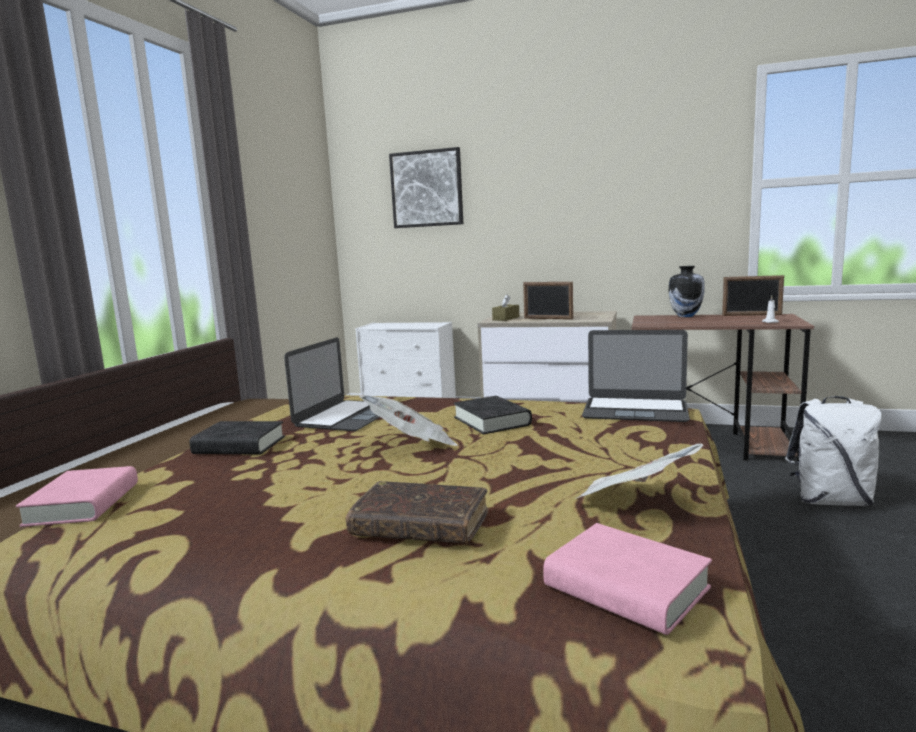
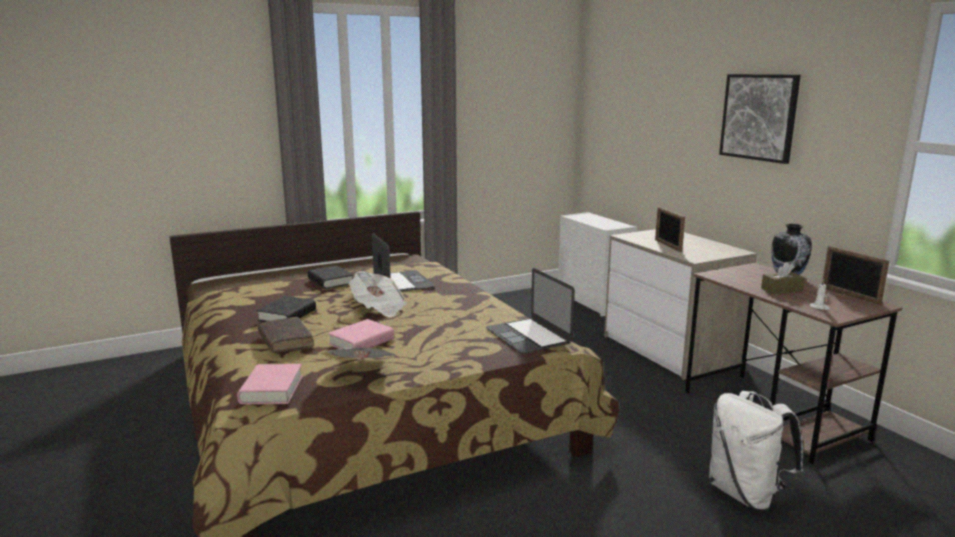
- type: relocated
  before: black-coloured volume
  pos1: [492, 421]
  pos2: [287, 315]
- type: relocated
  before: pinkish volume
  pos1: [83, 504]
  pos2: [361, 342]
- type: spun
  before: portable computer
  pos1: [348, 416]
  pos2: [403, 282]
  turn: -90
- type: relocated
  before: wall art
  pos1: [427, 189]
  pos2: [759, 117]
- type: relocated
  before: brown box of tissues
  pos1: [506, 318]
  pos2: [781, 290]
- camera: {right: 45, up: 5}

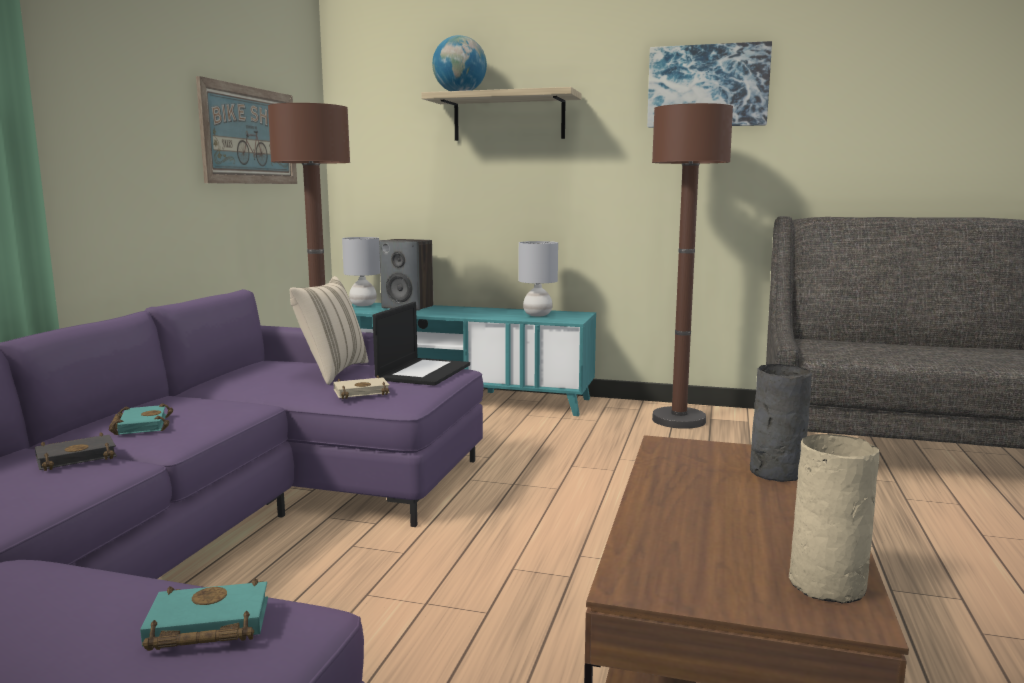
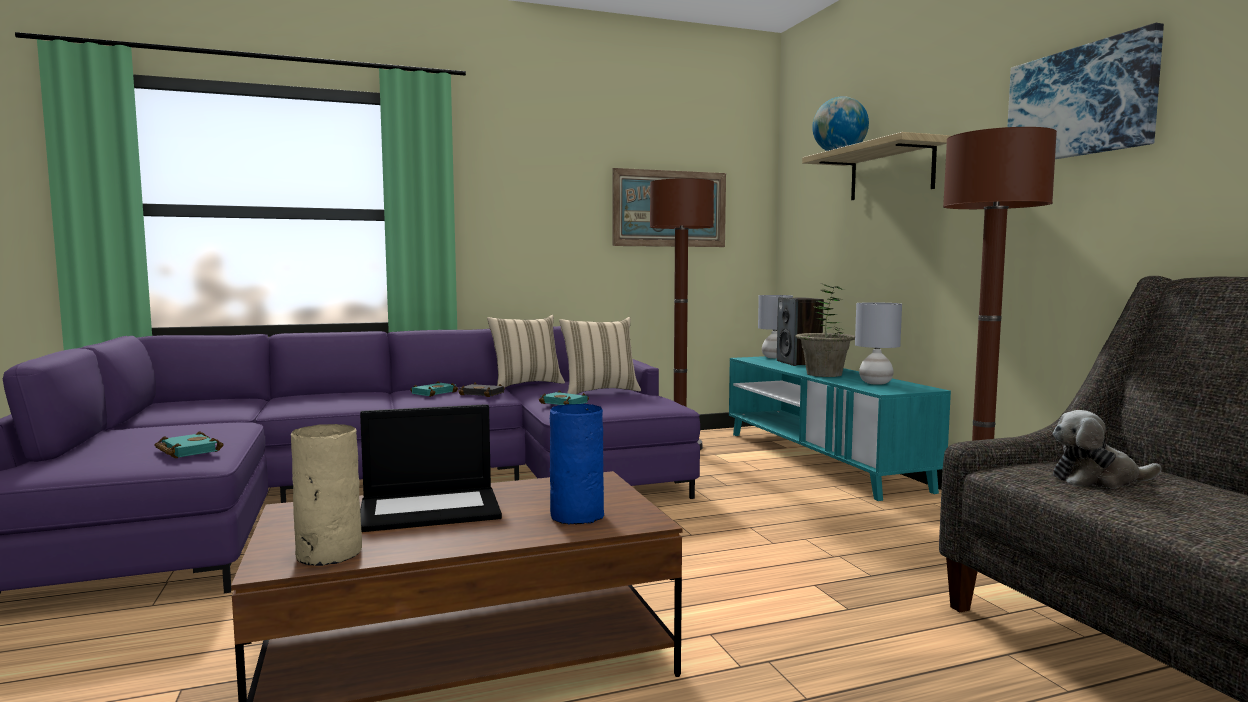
- type: relocated
  before: portable computer
  pos1: [423, 372]
  pos2: [431, 509]
- type: relocated
  before: black-coloured volume
  pos1: [78, 457]
  pos2: [483, 394]
- type: appeared
  after: beige cushion
  pos2: [526, 384]
- type: colour
  before: beige volume
  after: turquoise-coloured volume
  pos1: [362, 392]
  pos2: [566, 403]
- type: colour
  before: grey flower vase
  after: bluish flower vase
  pos1: [774, 472]
  pos2: [576, 515]
- type: appeared
  after: houseplant
  pos2: [824, 374]
- type: appeared
  after: cuddly toy
  pos2: [1098, 480]
- camera: {right: 55, up: -5}

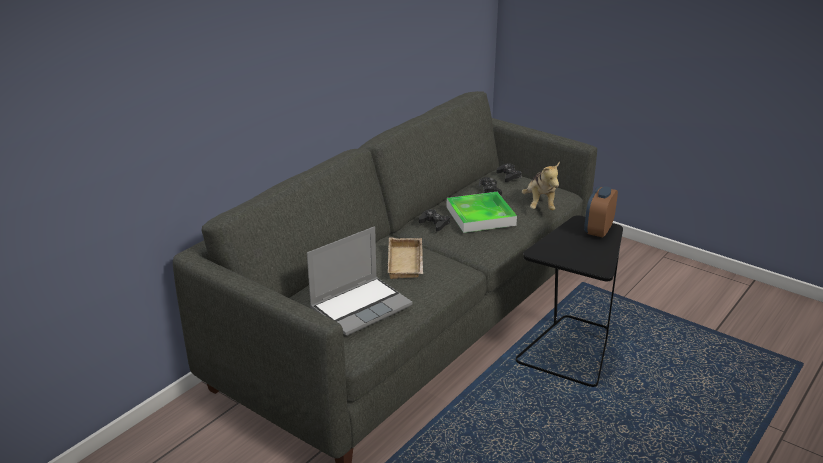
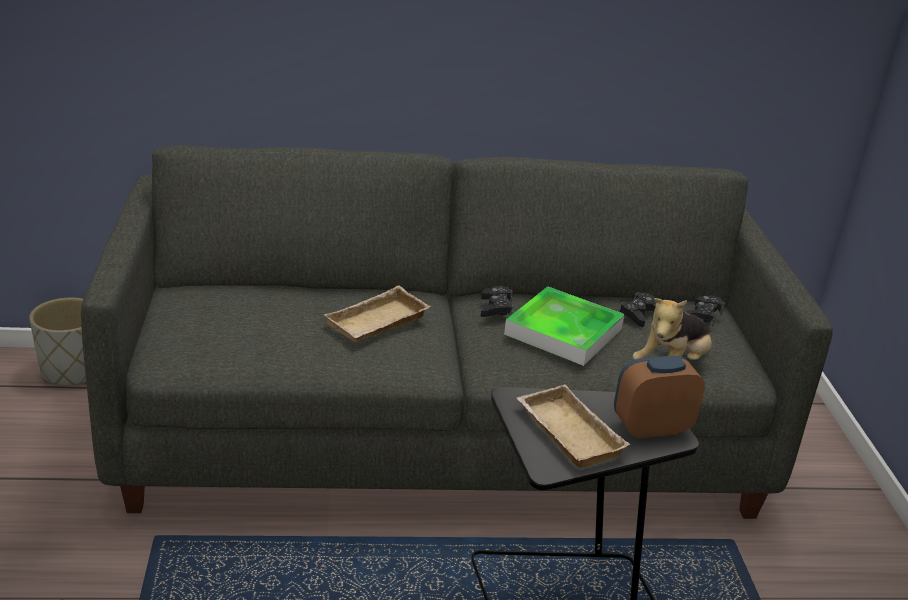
- type: appeared
  after: grey flower pot
  pos2: [72, 371]
- type: appeared
  after: beige tray
  pos2: [565, 433]
- type: missing
  before: portable computer
  pos1: [361, 306]
- camera: {right: 45, up: 0}

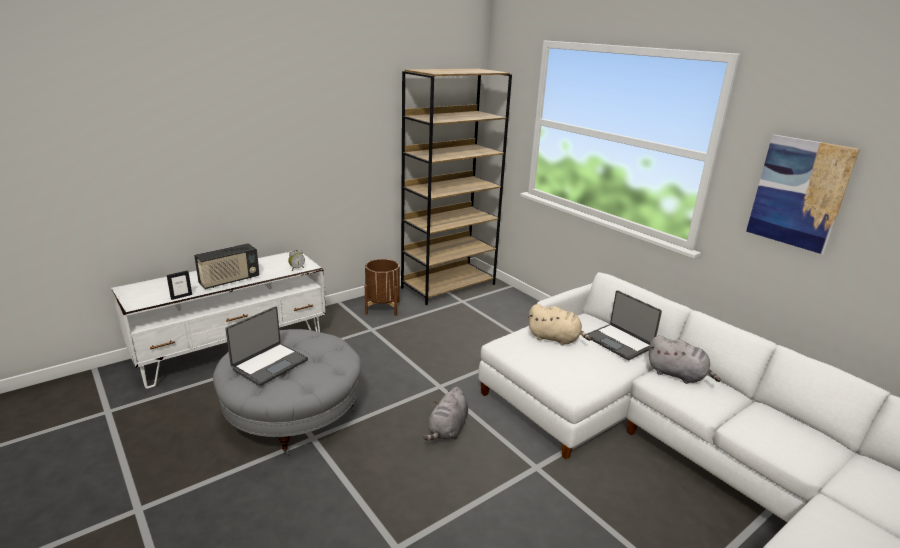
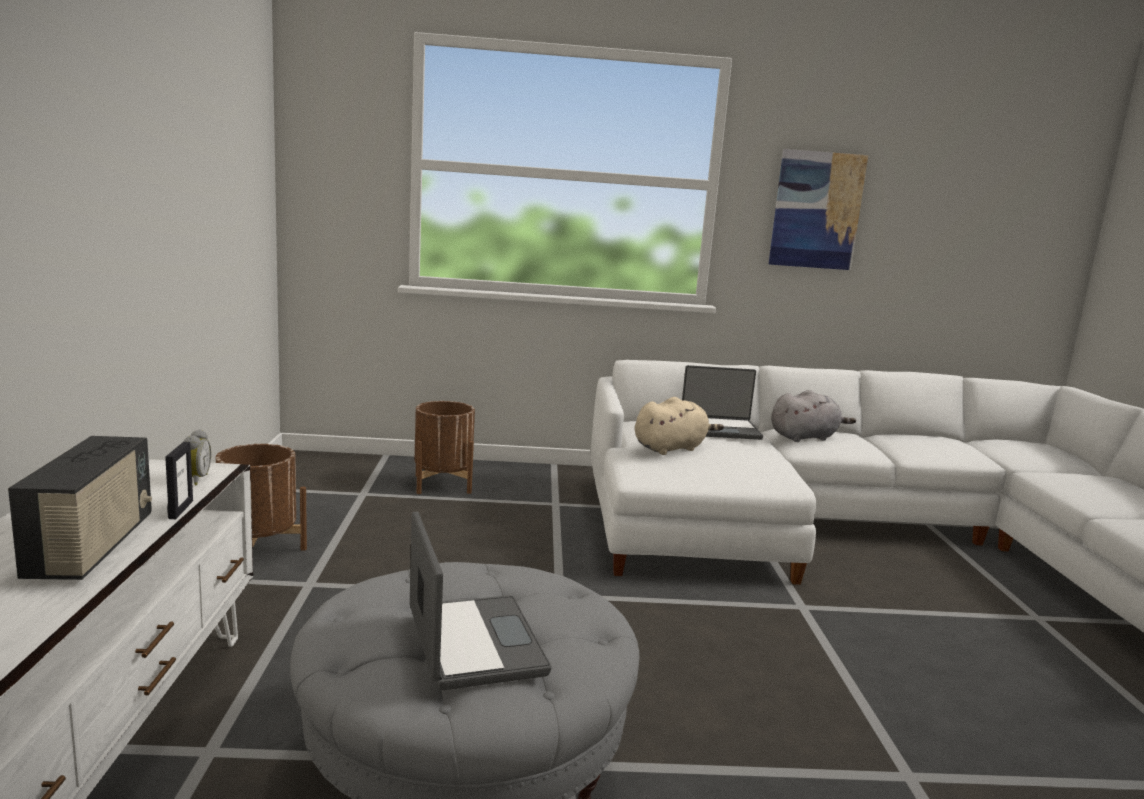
- type: relocated
  before: picture frame
  pos1: [181, 296]
  pos2: [180, 509]
- type: appeared
  after: brown flower pot
  pos2: [443, 484]
- type: missing
  before: brown bookcase
  pos1: [448, 286]
- type: missing
  before: grey cuddly toy
  pos1: [447, 430]
- camera: {right: -55, up: -10}

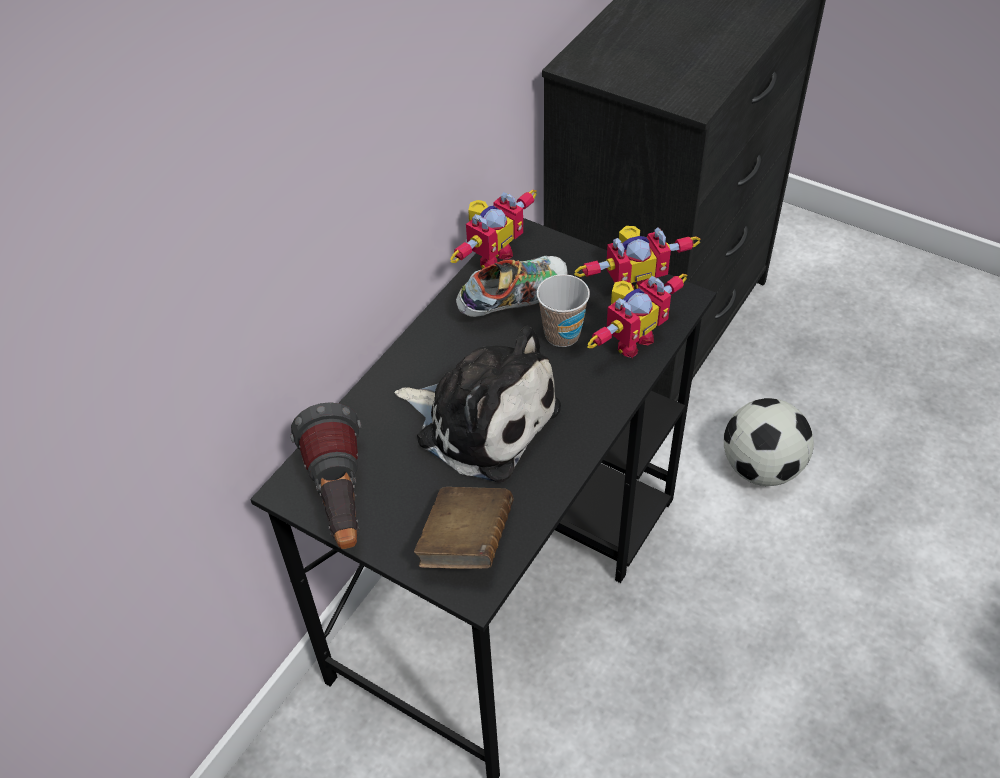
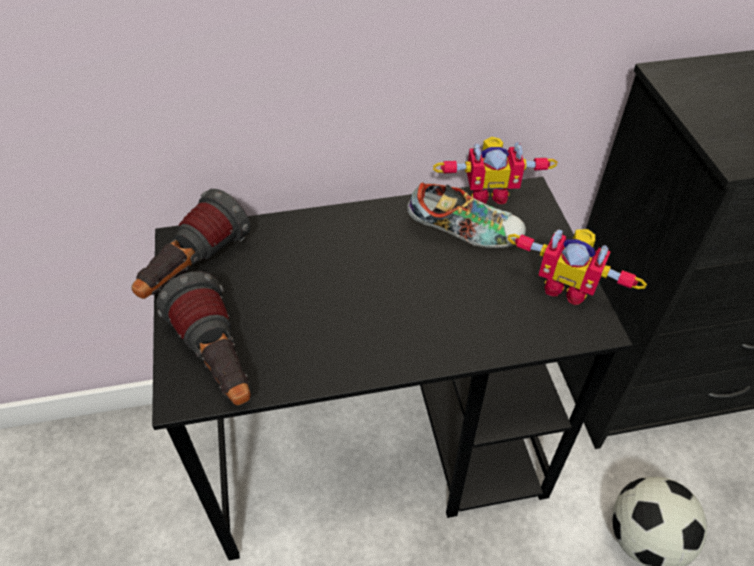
- type: exchanged
  before: brown volume
  after: hand torch
  pos1: [466, 543]
  pos2: [218, 362]
- type: missing
  before: cuddly toy
  pos1: [481, 420]
- type: missing
  before: small cup
  pos1: [562, 335]
- type: missing
  before: robot figure
  pos1: [629, 339]
- camera: {right: 45, up: 0}

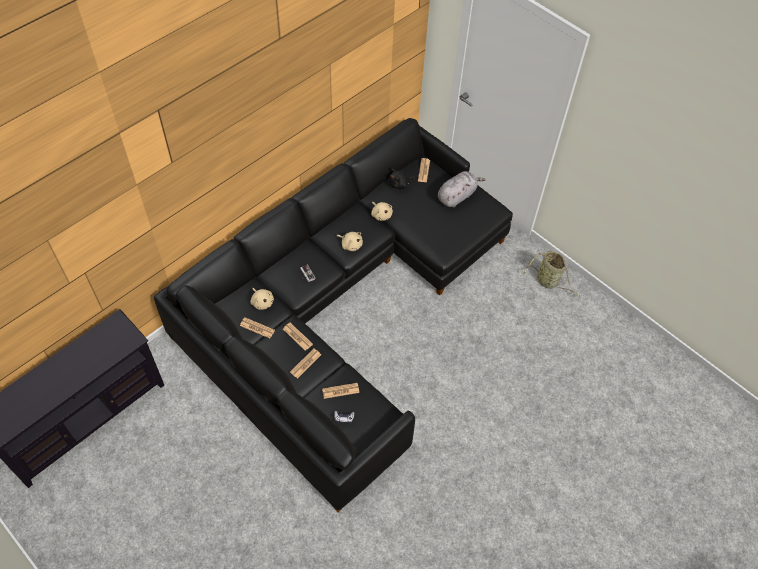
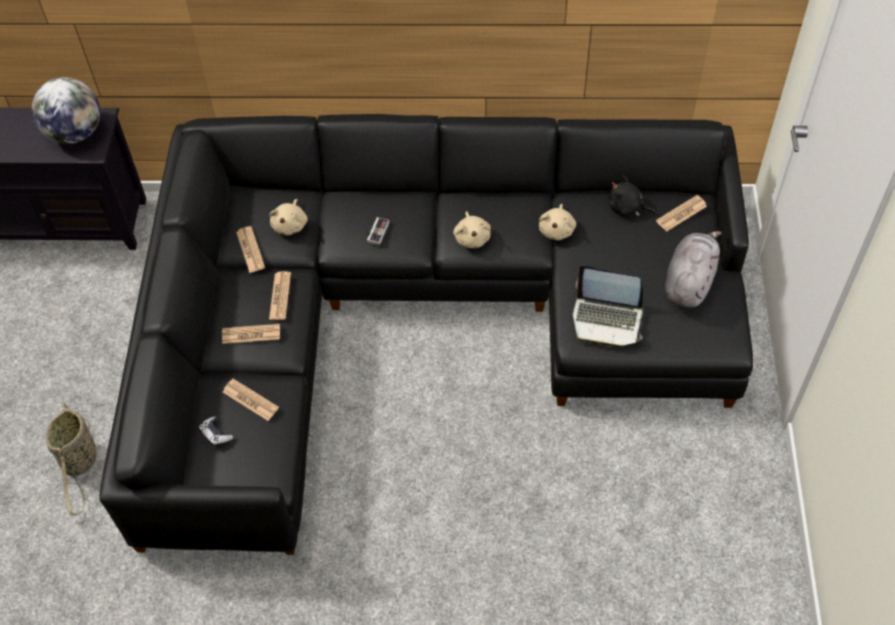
- type: appeared
  after: desk globe
  pos2: [75, 132]
- type: relocated
  before: household basket
  pos1: [548, 282]
  pos2: [80, 463]
- type: appeared
  after: portable computer
  pos2: [607, 320]
- type: spun
  before: grey cuddly toy
  pos1: [457, 196]
  pos2: [689, 281]
  turn: -75
- camera: {right: 50, up: 0}

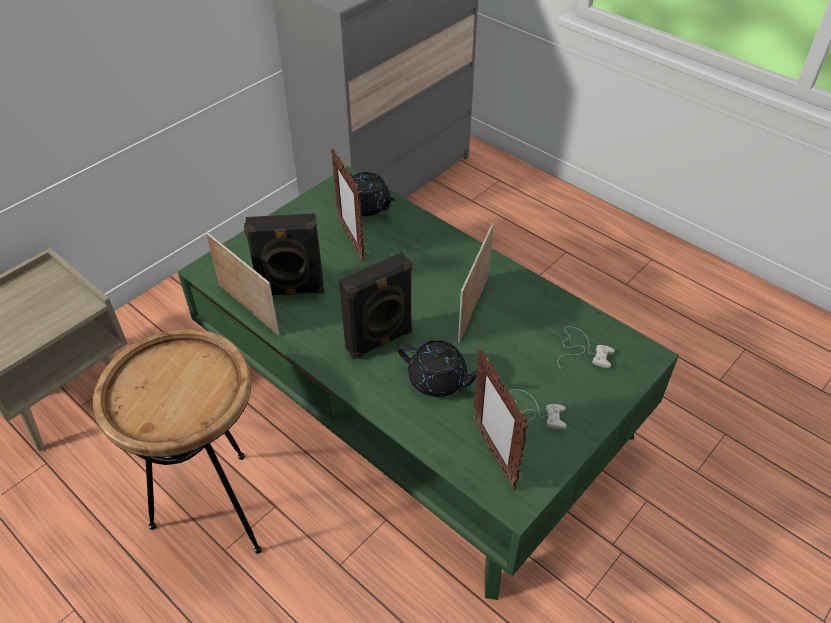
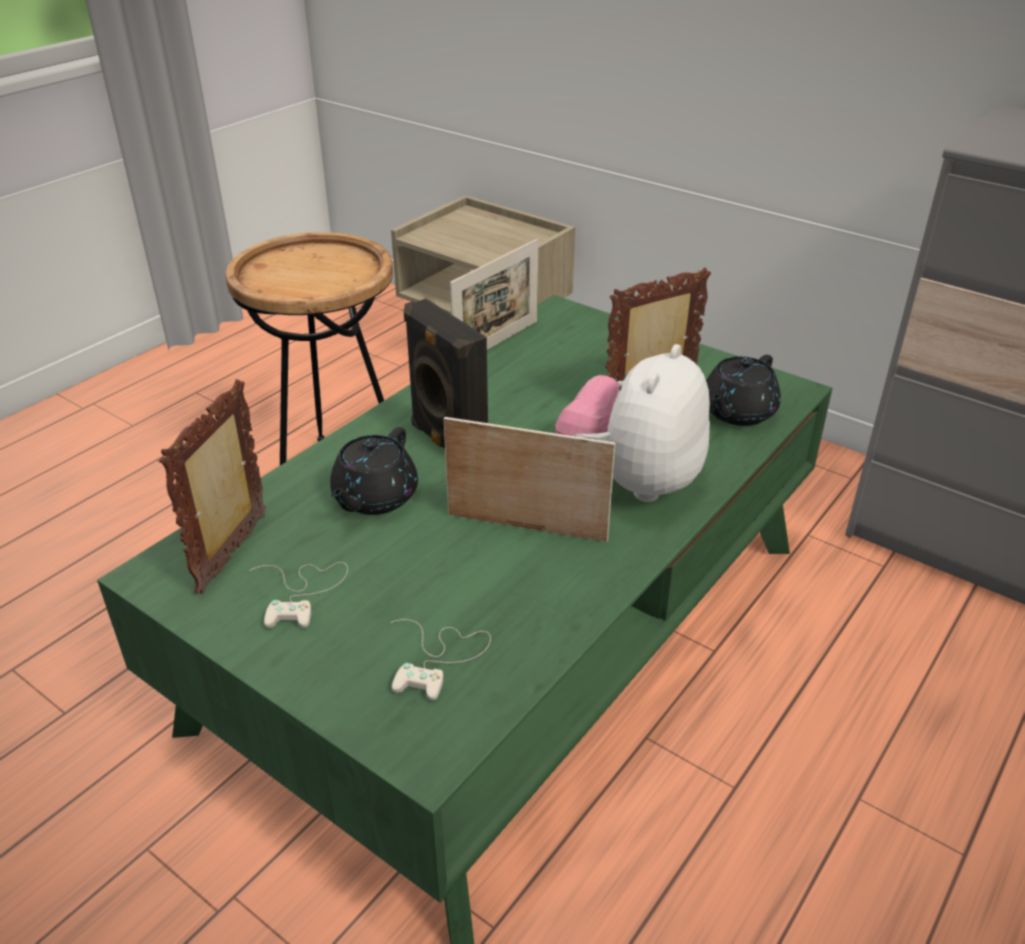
- type: spun
  before: picture frame
  pos1: [493, 454]
  pos2: [235, 553]
  turn: -45
- type: appeared
  after: cuddly toy
  pos2: [632, 480]
- type: missing
  before: black-coloured speaker
  pos1: [291, 291]
- camera: {right: 85, up: -10}

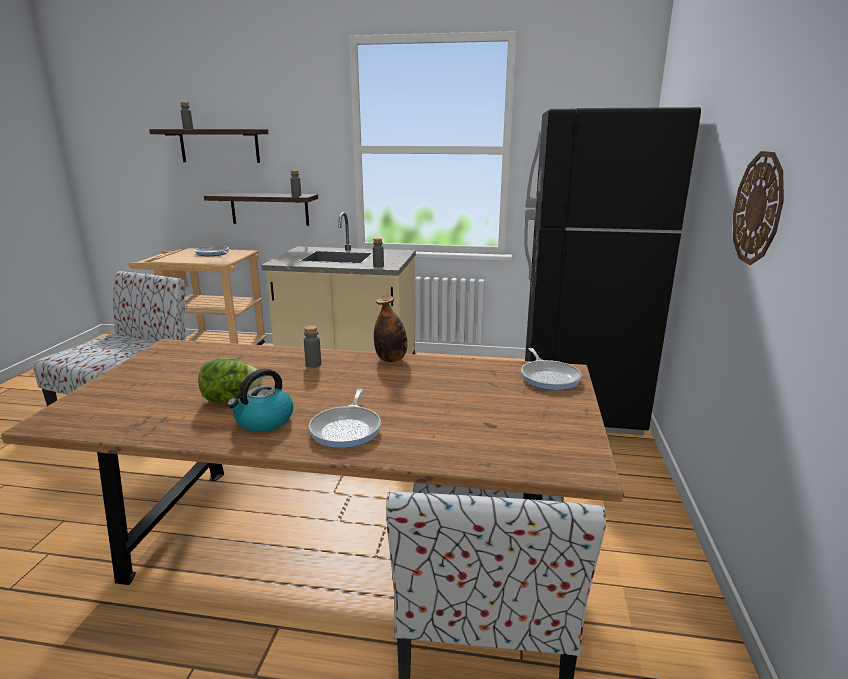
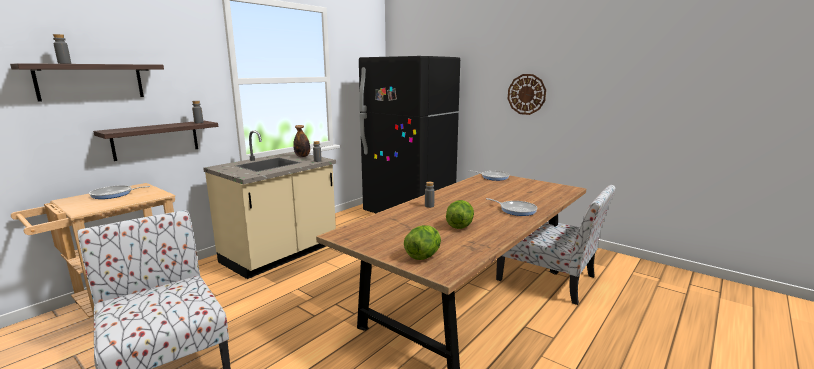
- type: relocated
  before: bottle
  pos1: [391, 359]
  pos2: [302, 156]
- type: appeared
  after: lettuce head
  pos2: [423, 256]
- type: missing
  before: tea kettle
  pos1: [263, 421]
- camera: {right: -60, up: -5}

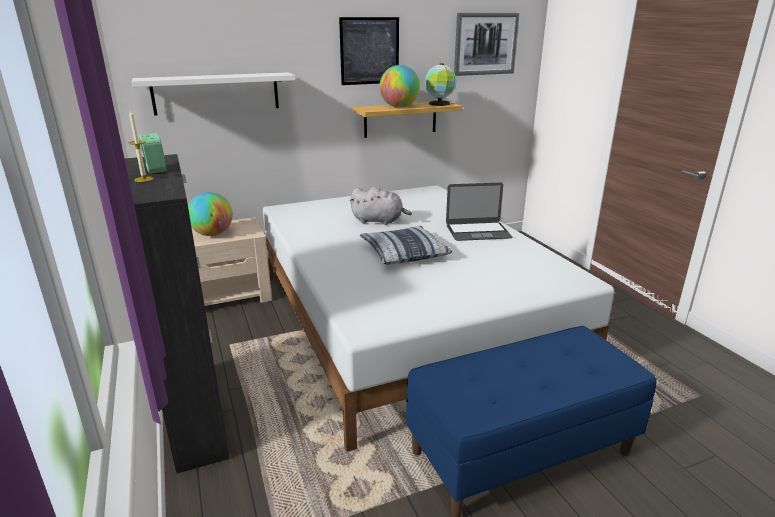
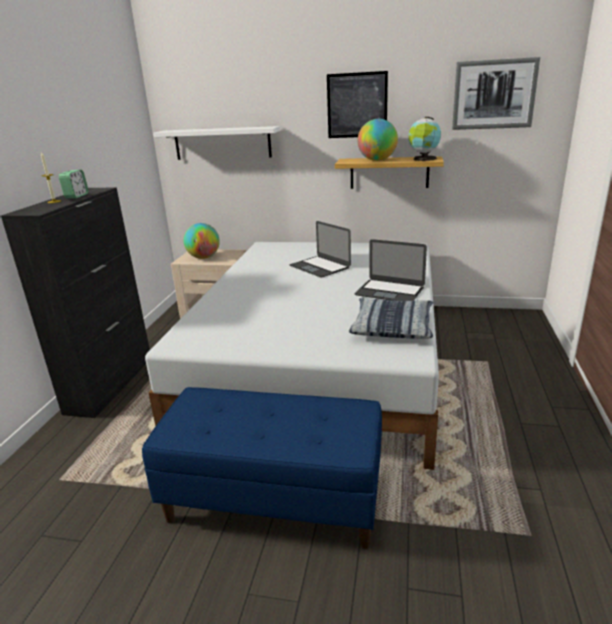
- type: exchanged
  before: grey cuddly toy
  after: portable computer
  pos1: [379, 221]
  pos2: [320, 267]
- type: relocated
  before: cushion
  pos1: [404, 253]
  pos2: [392, 327]
- camera: {right: 35, up: 0}

